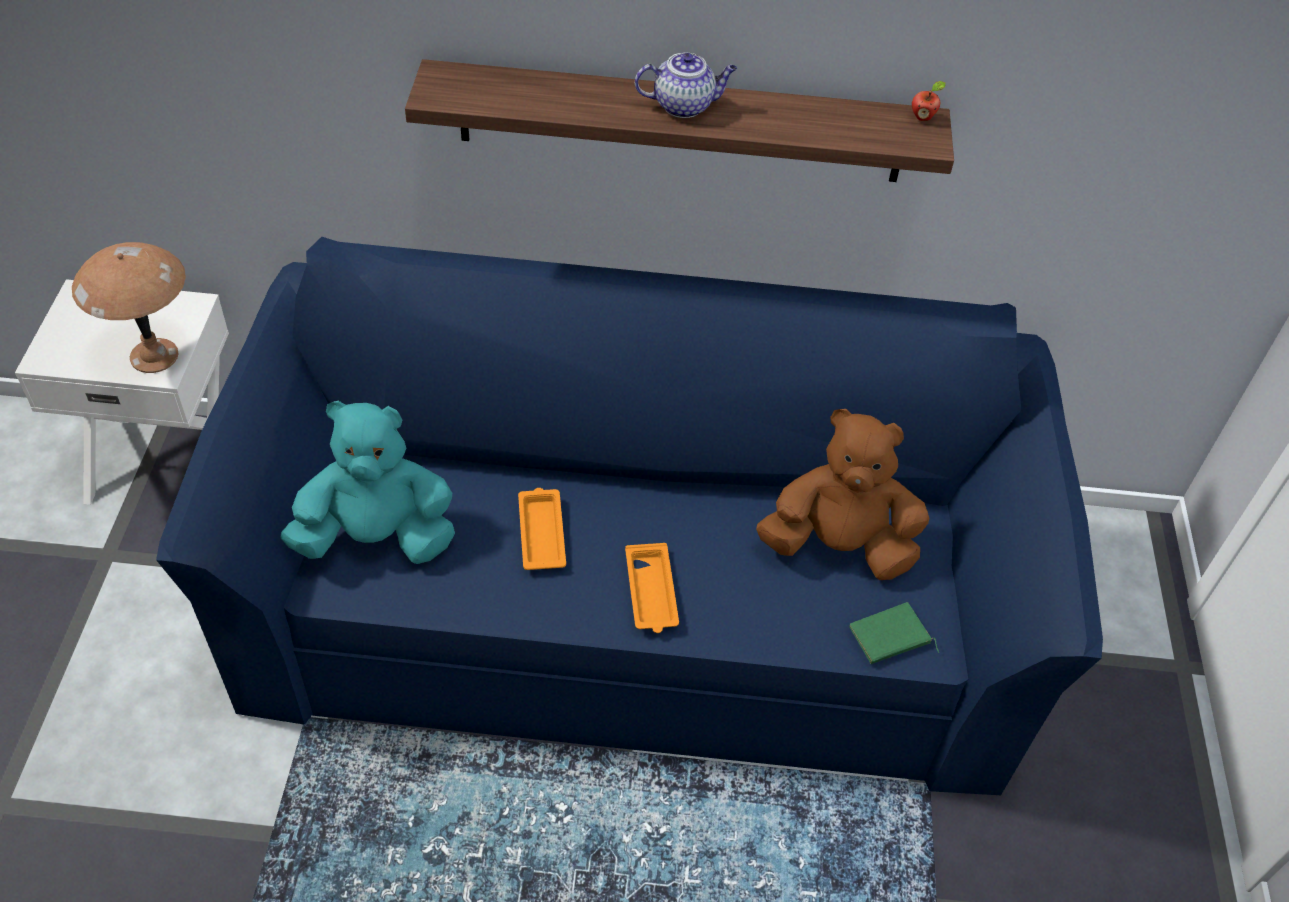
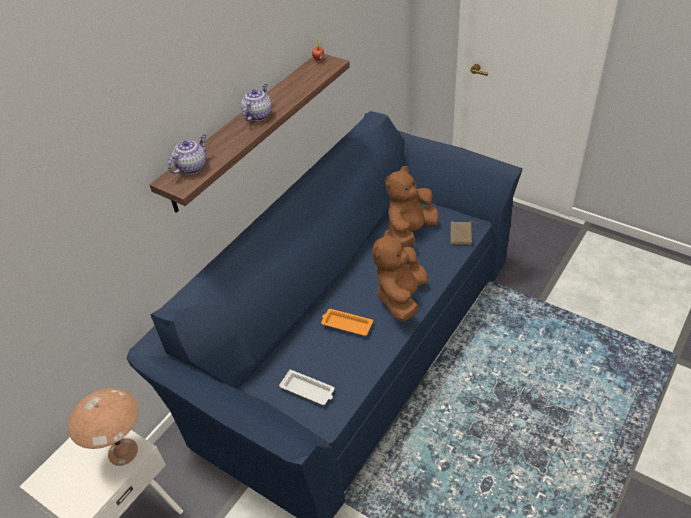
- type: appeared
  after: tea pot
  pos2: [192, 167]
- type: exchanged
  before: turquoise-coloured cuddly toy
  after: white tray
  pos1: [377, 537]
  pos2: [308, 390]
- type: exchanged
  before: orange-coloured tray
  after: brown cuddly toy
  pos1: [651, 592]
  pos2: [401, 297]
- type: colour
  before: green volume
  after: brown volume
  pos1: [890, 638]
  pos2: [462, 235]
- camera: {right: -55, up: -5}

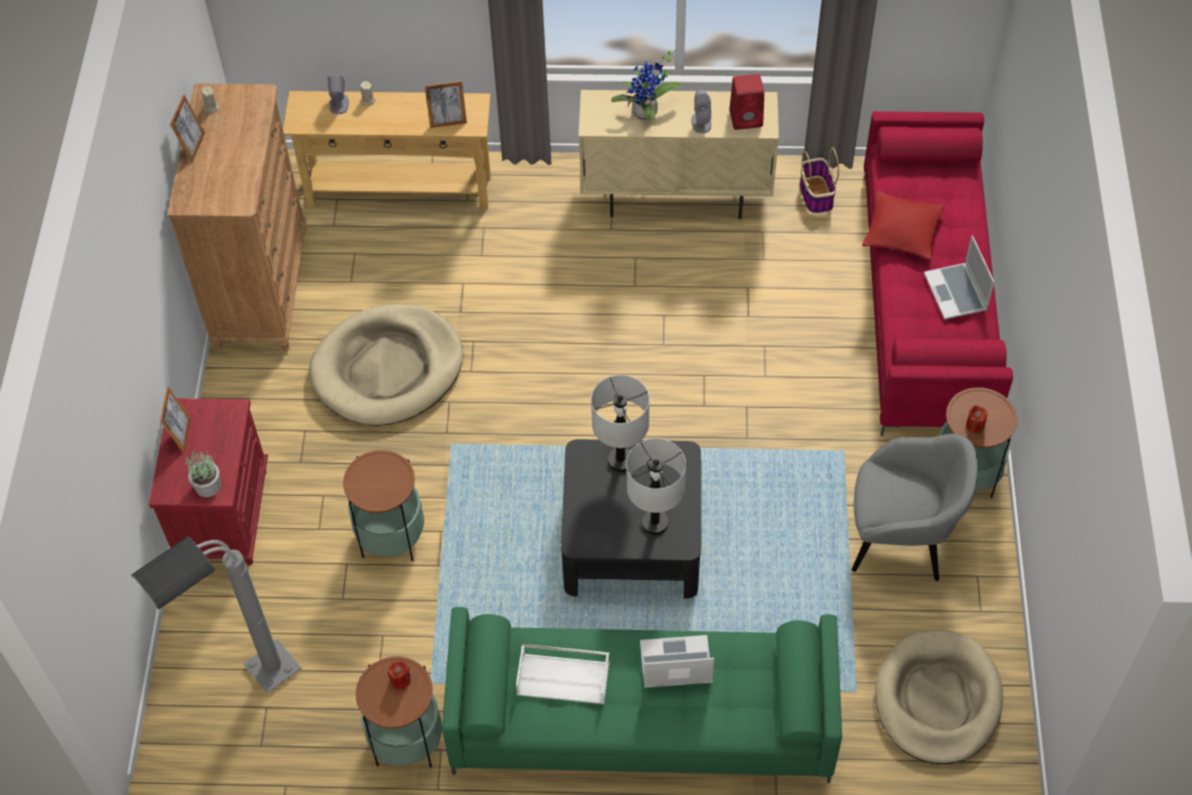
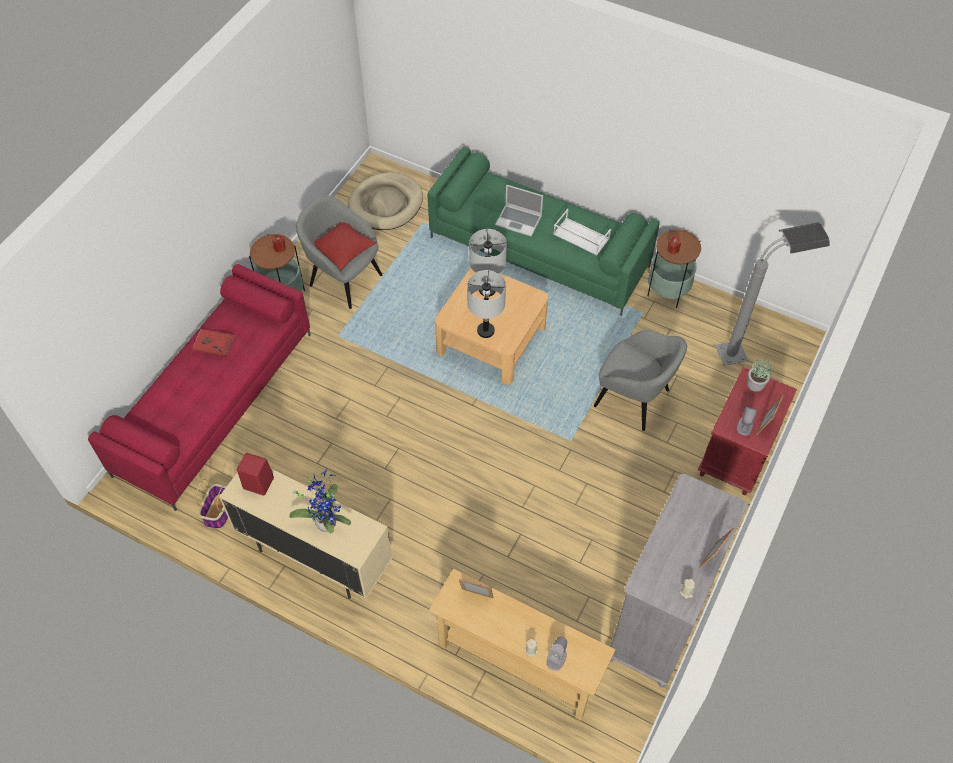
- type: exchanged
  before: portable computer
  after: red volume
  pos1: [956, 293]
  pos2: [213, 343]
- type: relocated
  before: red cushion
  pos1: [902, 232]
  pos2: [343, 249]
- type: colour
  before: black-coloured lounge table
  after: beige lounge table
  pos1: [631, 539]
  pos2: [492, 339]
- type: exchanged
  before: accent table
  after: grey armchair
  pos1: [391, 537]
  pos2: [633, 399]
- type: colour
  before: brown chest of drawers
  after: grey chest of drawers
  pos1: [261, 289]
  pos2: [659, 621]
- type: relocated
  before: grey speaker
  pos1: [701, 122]
  pos2: [744, 426]
- type: missing
  before: beige dog cushion
  pos1: [388, 369]
- camera: {right: -155, up: 0}

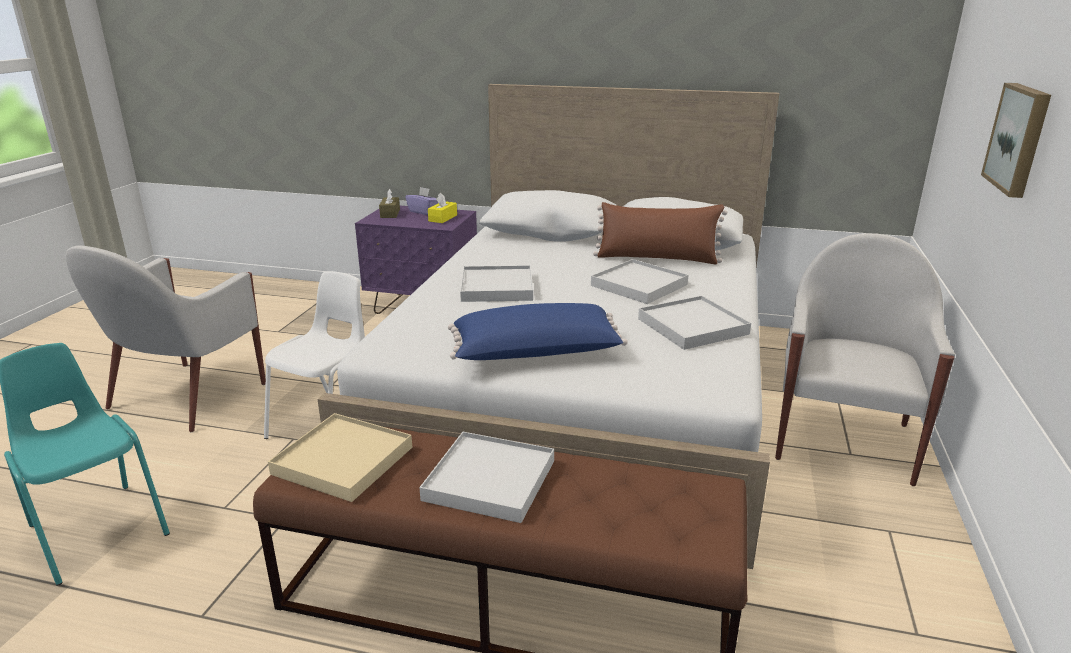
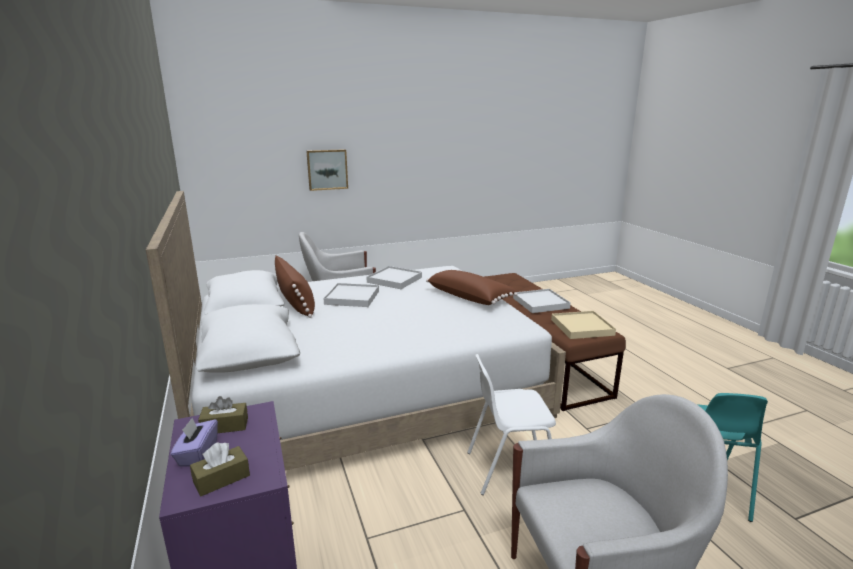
- type: colour
  before: yellow box of tissues
  after: brown box of tissues
  pos1: [443, 218]
  pos2: [225, 426]
- type: colour
  before: bluish cushion
  after: brown cushion
  pos1: [536, 354]
  pos2: [470, 297]
- type: missing
  before: white tray
  pos1: [497, 287]
- camera: {right: -125, up: -5}

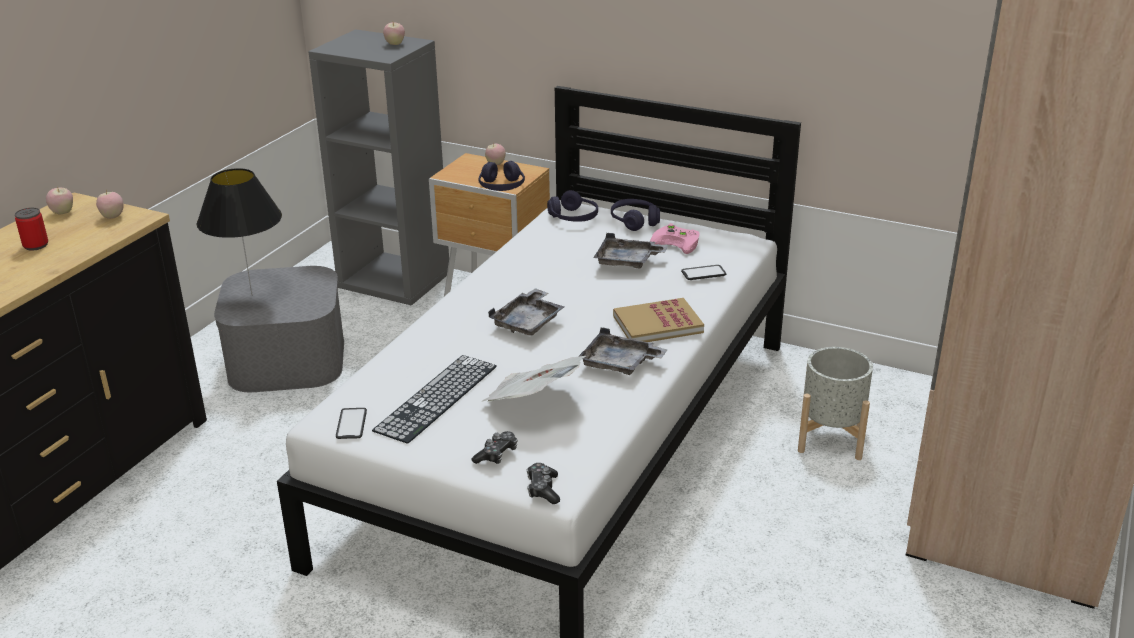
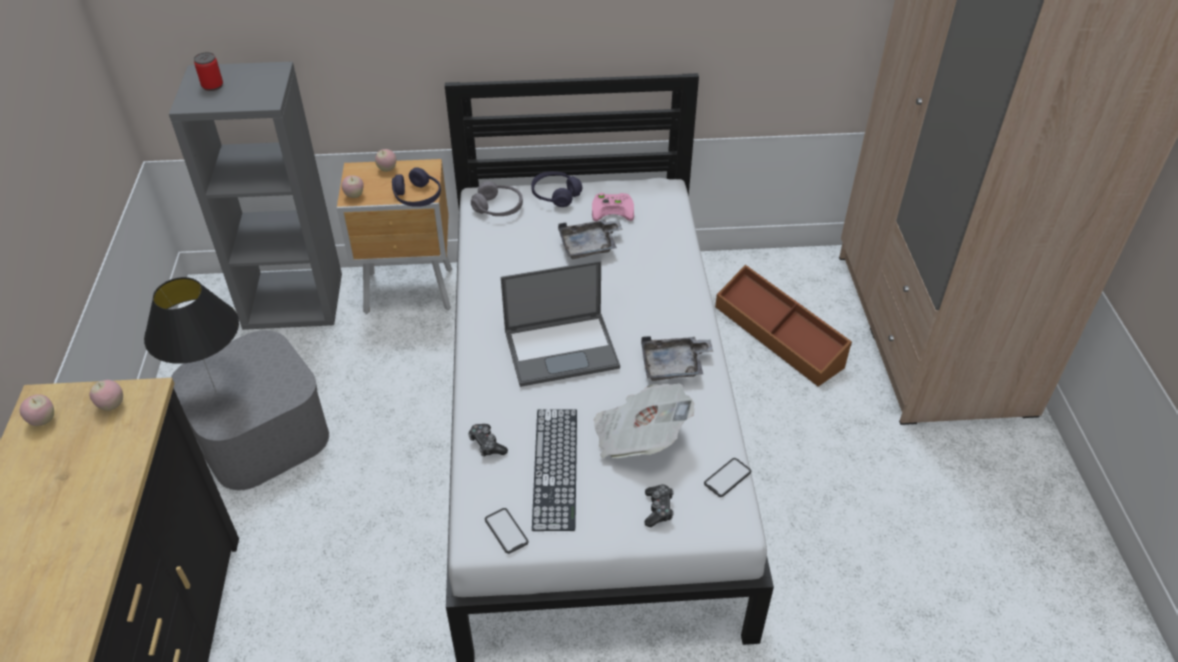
- type: relocated
  before: metal can
  pos1: [36, 245]
  pos2: [212, 86]
- type: relocated
  before: whole apple
  pos1: [395, 44]
  pos2: [354, 195]
- type: relocated
  before: joypad
  pos1: [543, 489]
  pos2: [487, 444]
- type: colour
  before: purple-coloured headset
  after: grey headset
  pos1: [573, 217]
  pos2: [498, 208]
- type: exchanged
  before: grey tray
  after: portable computer
  pos1: [528, 322]
  pos2: [562, 348]
- type: relocated
  before: handset
  pos1: [703, 273]
  pos2: [727, 478]
- type: exchanged
  before: grey flower pot
  after: brown storage bin
  pos1: [830, 438]
  pos2: [779, 335]
- type: missing
  before: volume
  pos1: [657, 324]
- camera: {right: -30, up: 15}

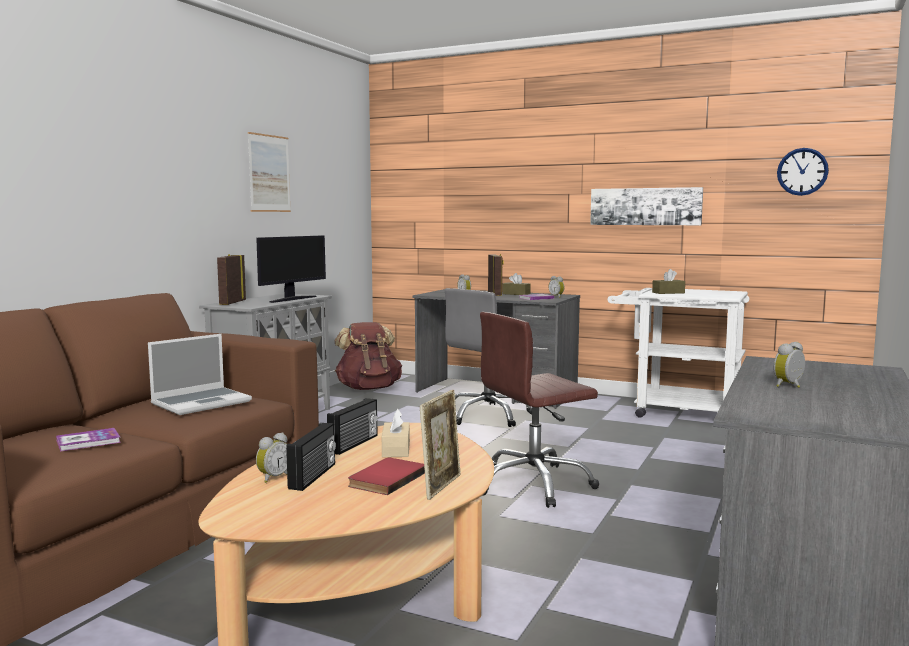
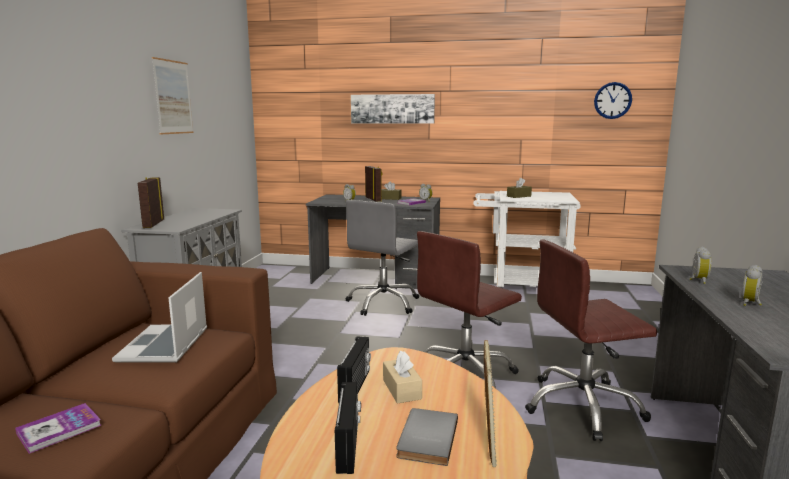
- type: spun
  before: portable computer
  pos1: [202, 402]
  pos2: [165, 346]
  turn: 150
- type: relocated
  before: wall art
  pos1: [645, 206]
  pos2: [392, 109]
- type: colour
  before: red volume
  after: grey volume
  pos1: [385, 479]
  pos2: [425, 438]
- type: appeared
  after: brown desk chair
  pos2: [583, 406]
- type: relocated
  before: table clock
  pos1: [273, 478]
  pos2: [697, 280]
- type: missing
  before: monitor
  pos1: [292, 299]
- type: missing
  before: brown knapsack
  pos1: [368, 389]
- camera: {right: -15, up: 5}

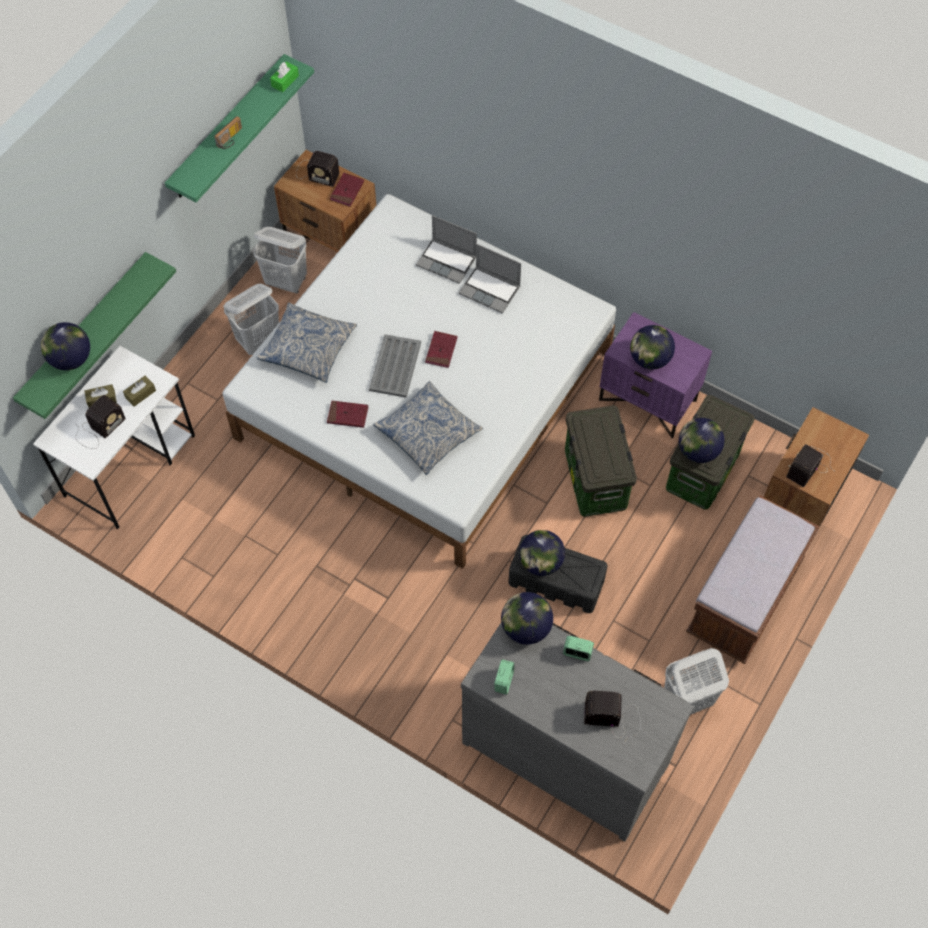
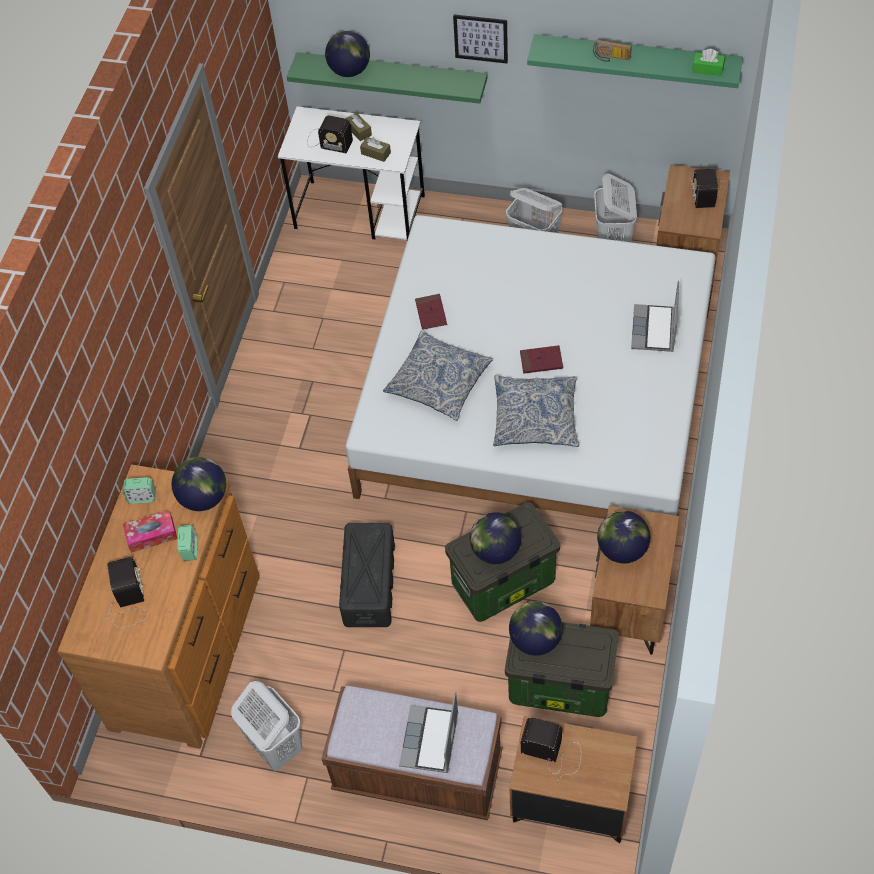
- type: colour
  before: grey chest of drawers
  after: brown chest of drawers
  pos1: [566, 749]
  pos2: [189, 649]
- type: appeared
  after: box of tissues
  pos2: [152, 535]
- type: relocated
  before: portable computer
  pos1: [490, 290]
  pos2: [430, 741]
- type: appeared
  after: wall art
  pos2: [481, 38]
- type: relocated
  before: desk globe
  pos1: [541, 562]
  pos2: [495, 551]
- type: relocated
  before: cushion
  pos1: [308, 348]
  pos2: [535, 418]
- type: colour
  before: purple-coloured nightstand
  after: brown nightstand
  pos1: [648, 399]
  pos2: [629, 605]
- type: missing
  before: red volume
  pos1: [347, 191]
- type: missing
  before: grey tray
  pos1: [395, 367]
- camera: {right: 75, up: -5}

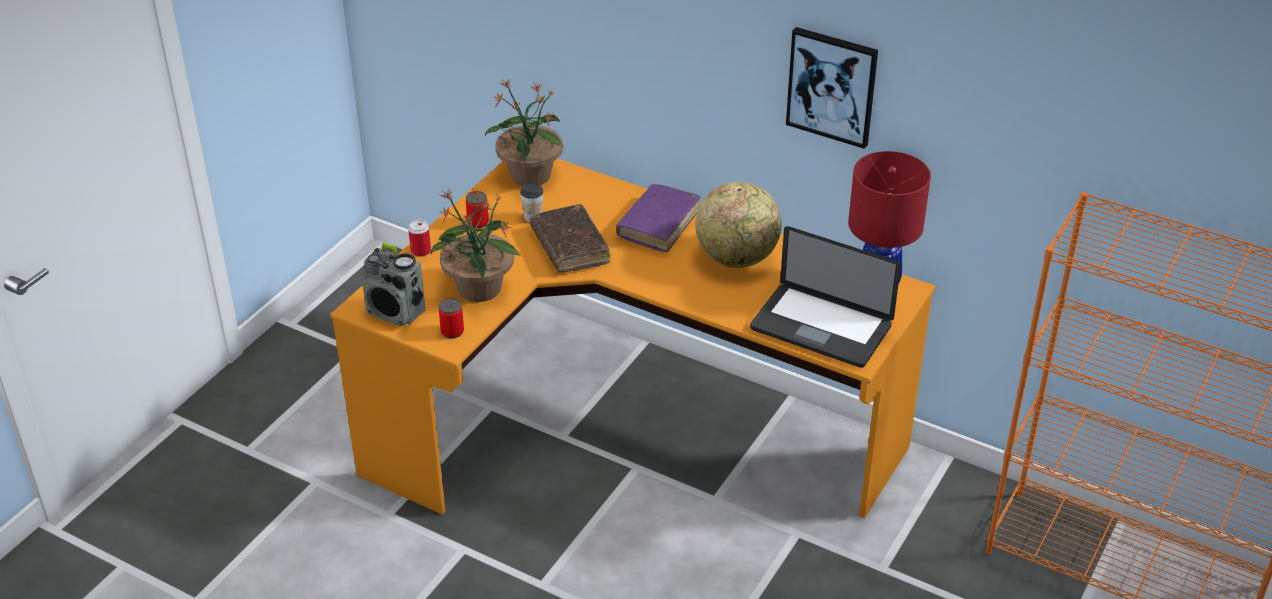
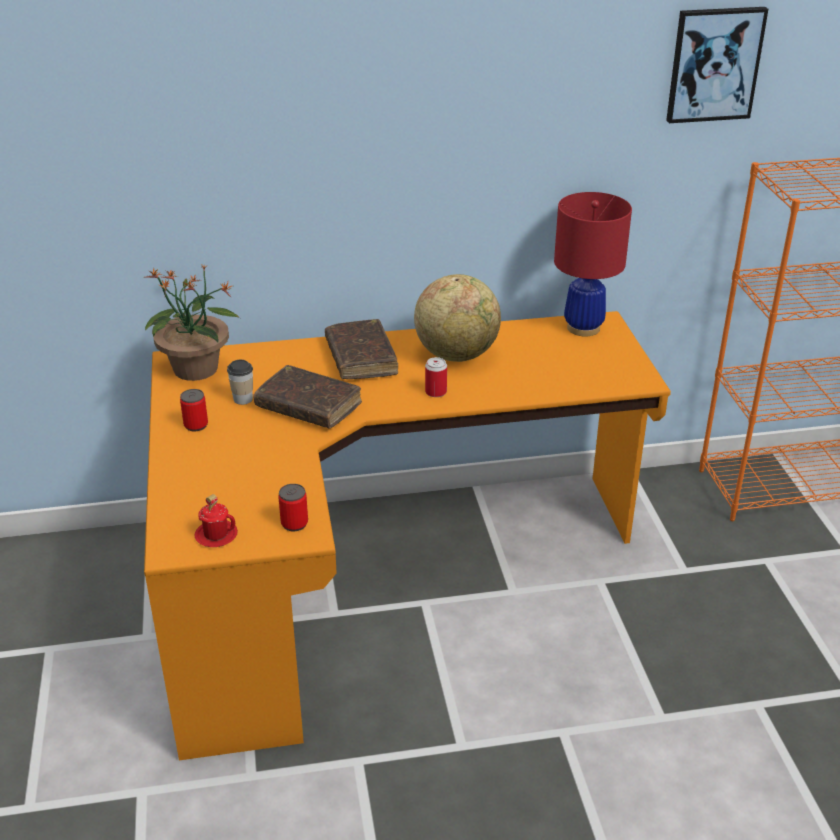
- type: exchanged
  before: radio set
  after: red mug
  pos1: [396, 313]
  pos2: [216, 535]
- type: colour
  before: purple-coloured volume
  after: brown volume
  pos1: [658, 225]
  pos2: [361, 358]
- type: relocated
  before: metal can
  pos1: [421, 251]
  pos2: [436, 392]
- type: relocated
  before: wall art
  pos1: [832, 86]
  pos2: [714, 64]
- type: missing
  before: houseplant
  pos1: [479, 289]
- type: missing
  before: portable computer
  pos1: [820, 327]
- camera: {right: -40, up: -5}

